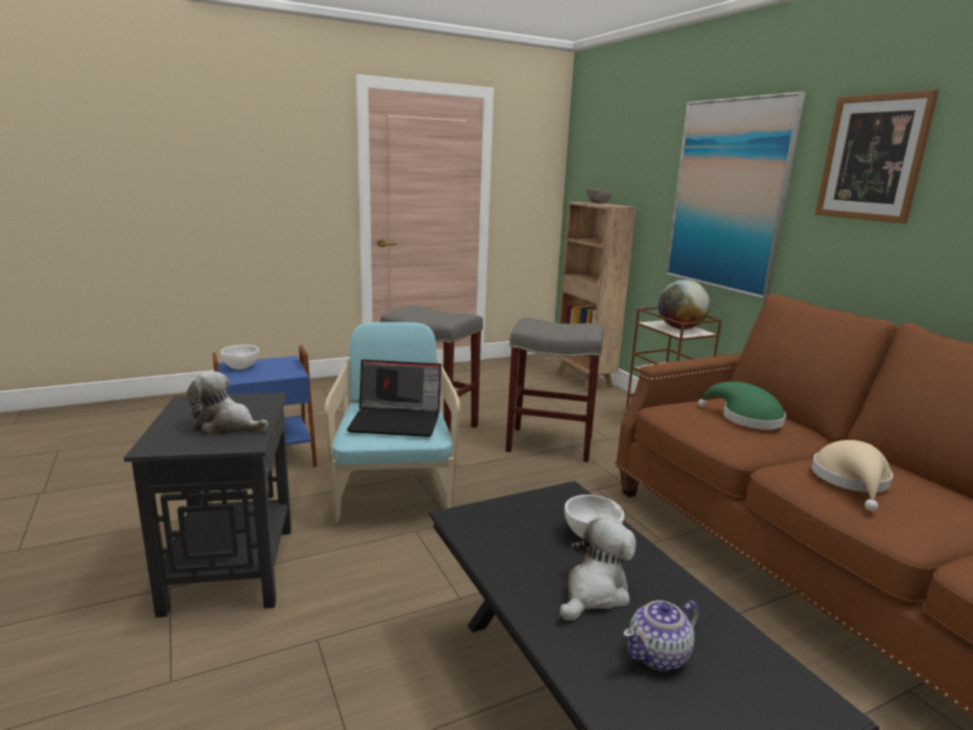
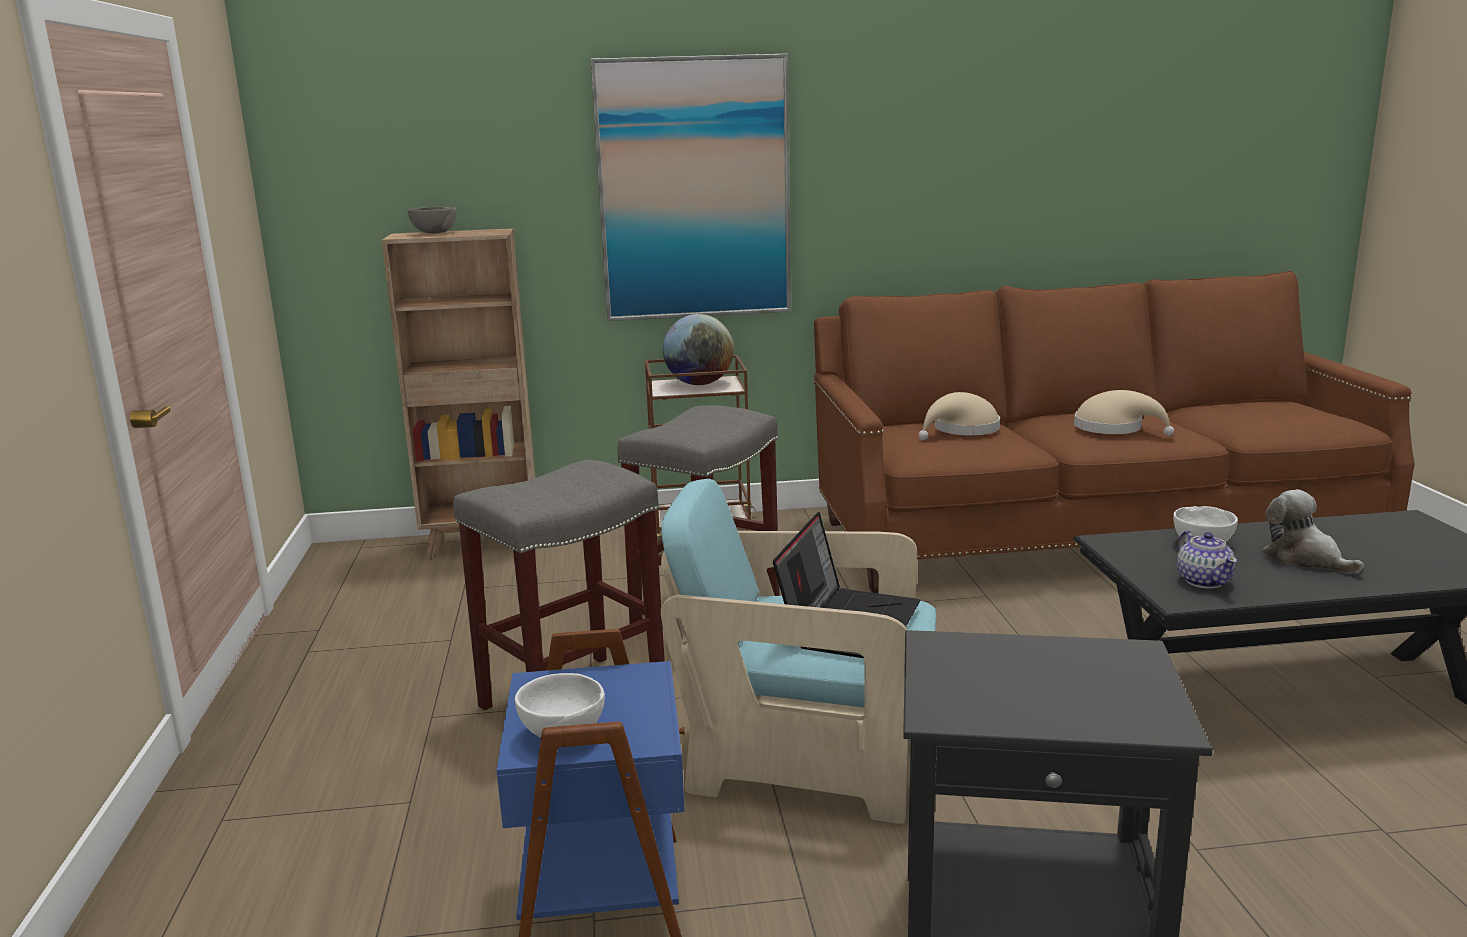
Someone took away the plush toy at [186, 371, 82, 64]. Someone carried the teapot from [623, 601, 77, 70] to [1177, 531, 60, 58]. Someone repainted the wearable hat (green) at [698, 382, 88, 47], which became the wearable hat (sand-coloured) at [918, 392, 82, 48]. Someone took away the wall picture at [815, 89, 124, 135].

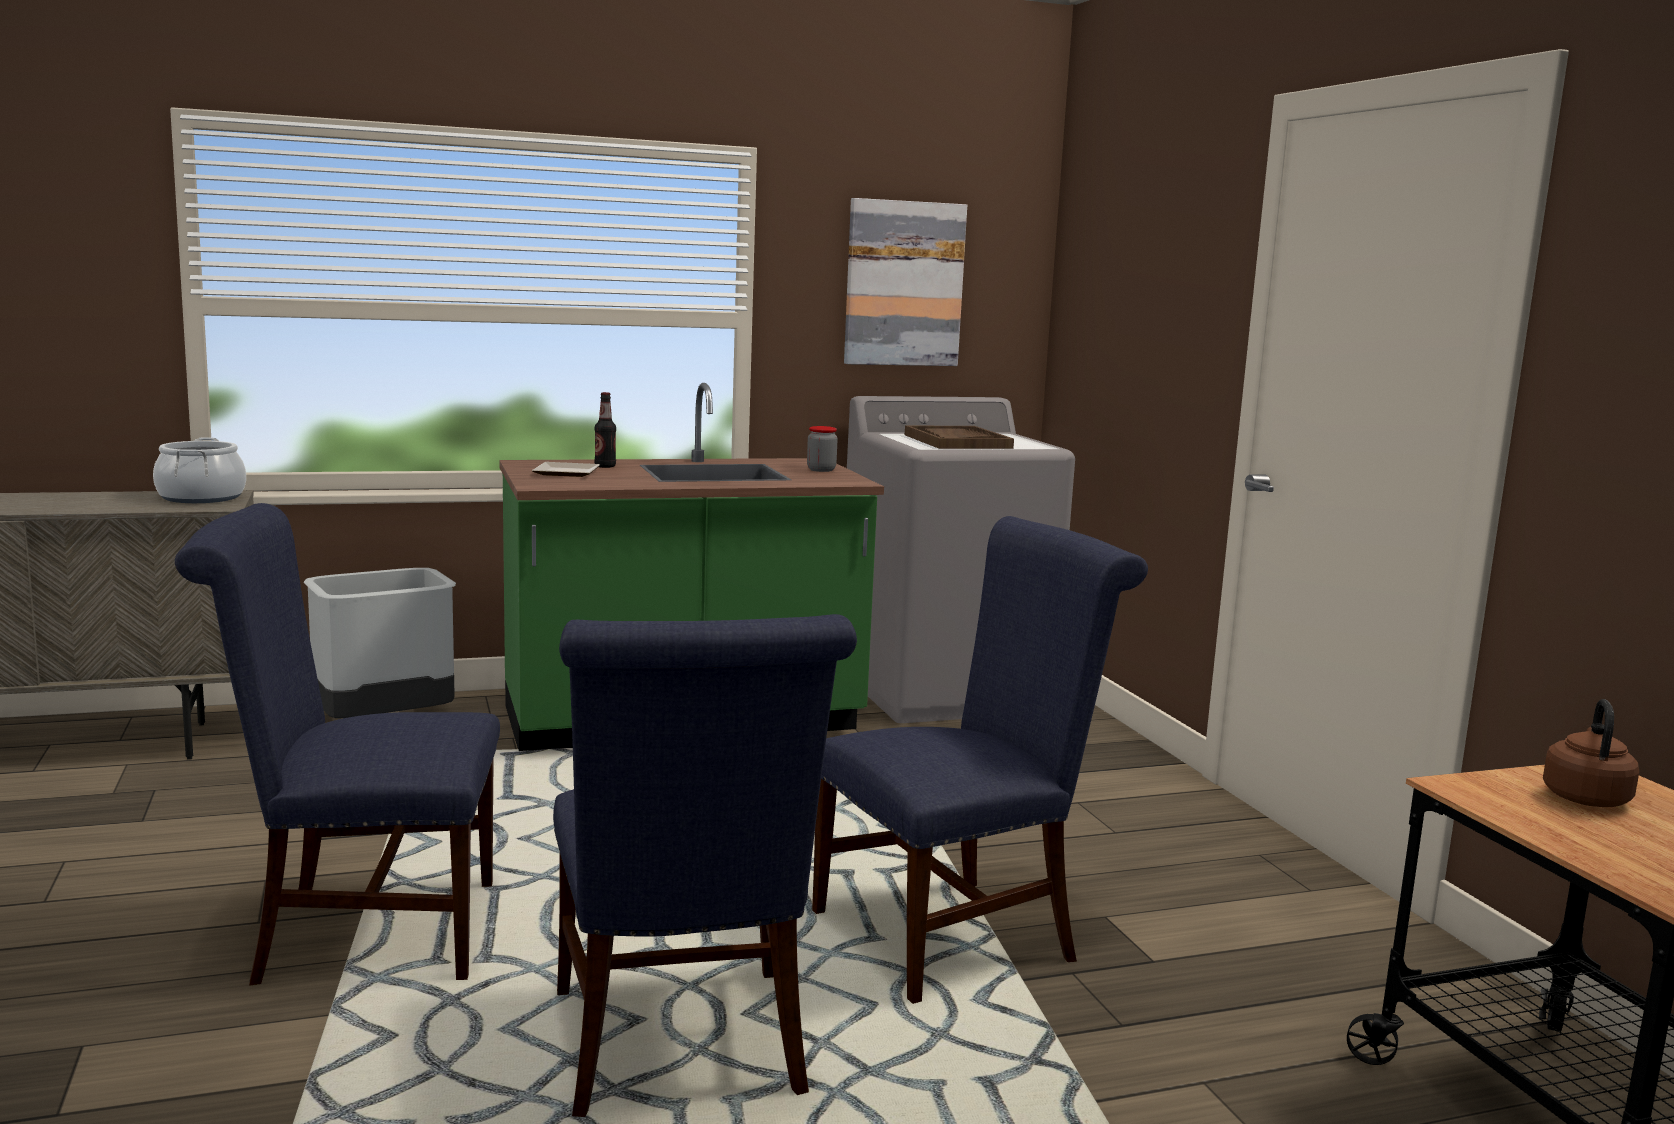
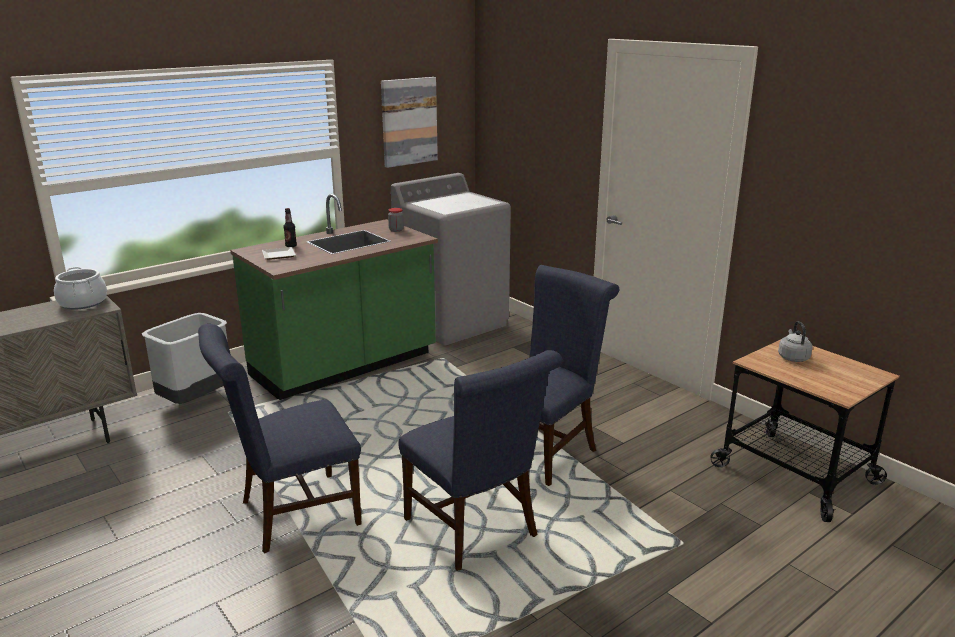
Someone took away the serving tray (brown) at [905, 425, 109, 24]. Someone repainted the kettle (brown) at [1543, 699, 96, 108], which became the kettle (gray) at [778, 321, 35, 41].

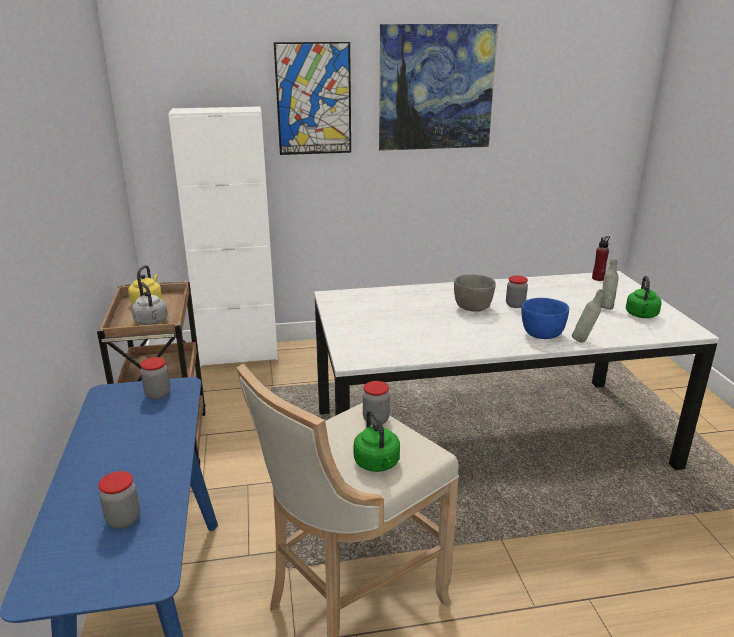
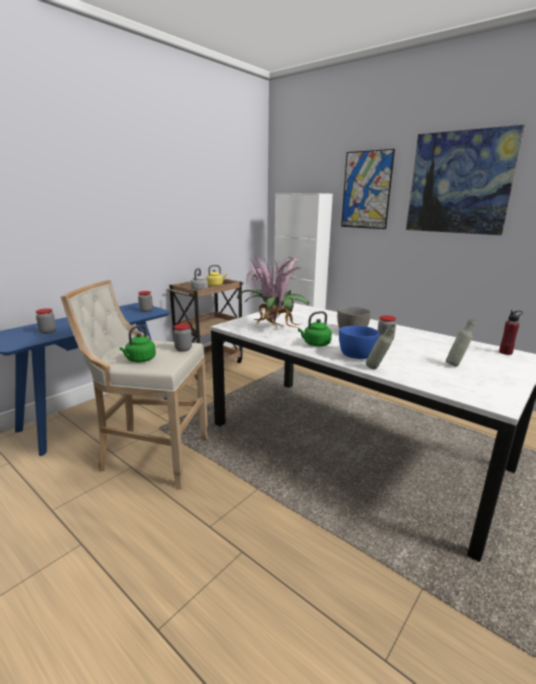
Someone carried the kettle (green) from [626, 276, 36, 42] to [298, 311, 34, 36]. Someone put down the potted plant at [237, 255, 73, 75].

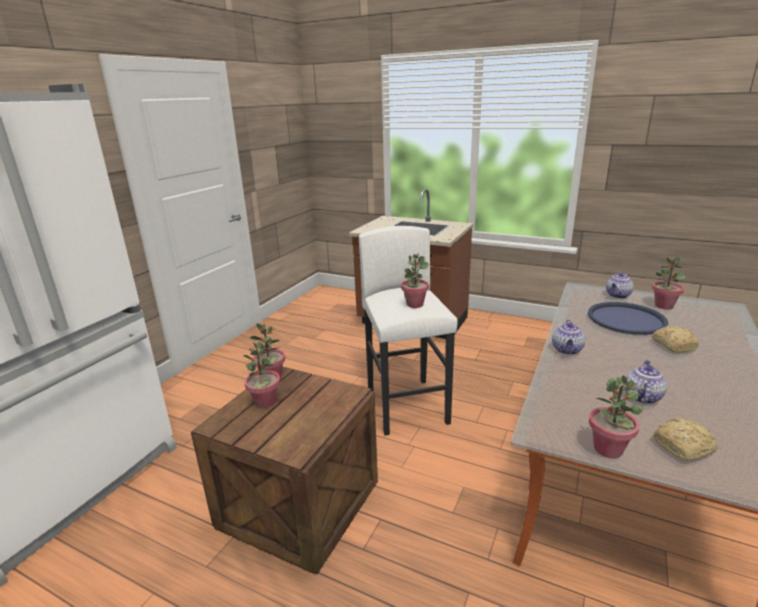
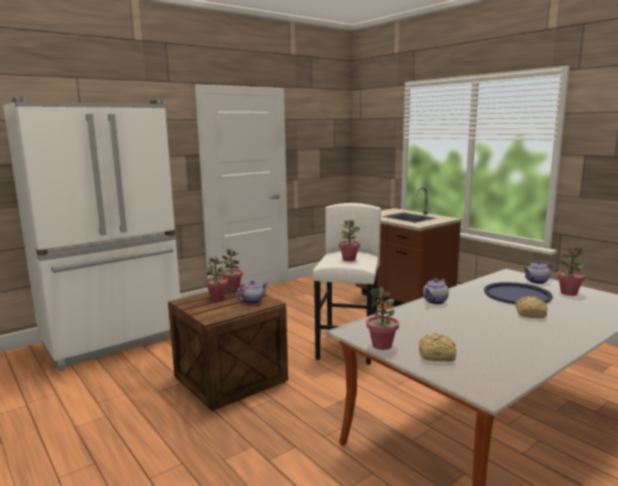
Someone carried the teapot from [625, 360, 42, 44] to [236, 281, 32, 23].

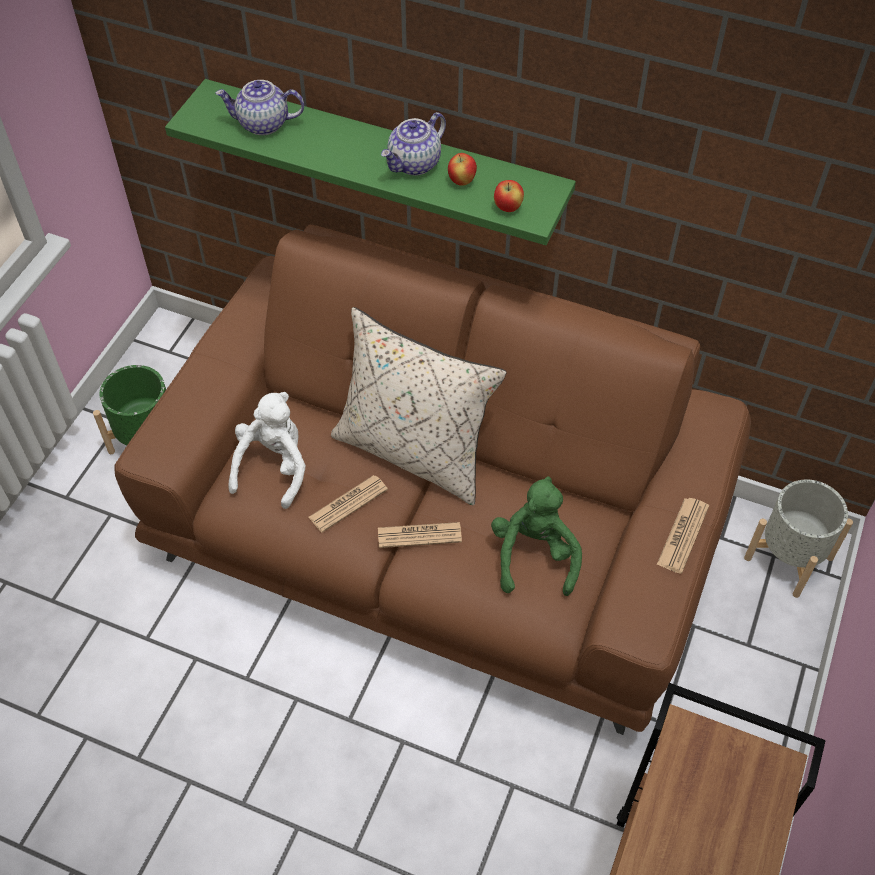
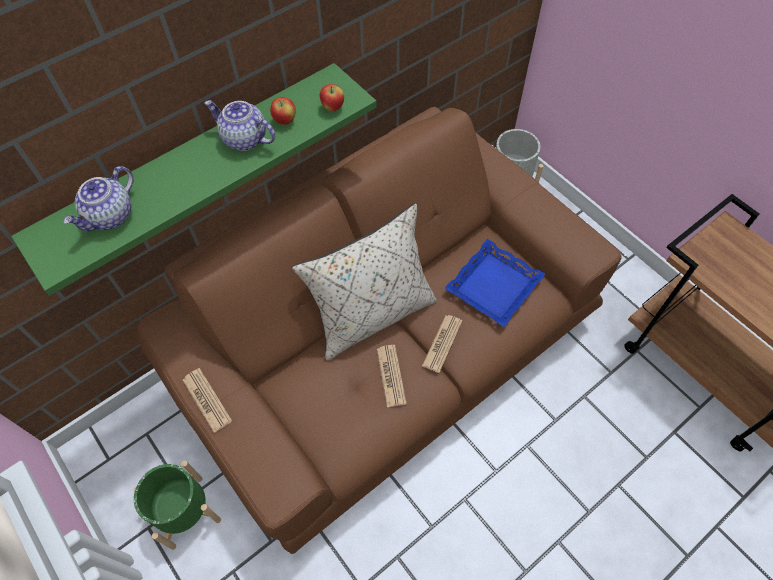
Someone took away the plush toy (white) at [228, 392, 78, 117]. Someone rotated the teapot at [381, 112, 65, 63] by 135 degrees clockwise. Someone swapped the plush toy (green) at [491, 476, 91, 120] for the serving tray (blue) at [445, 239, 101, 88]. Someone carried the printed paper from [657, 498, 52, 76] to [183, 368, 49, 65].

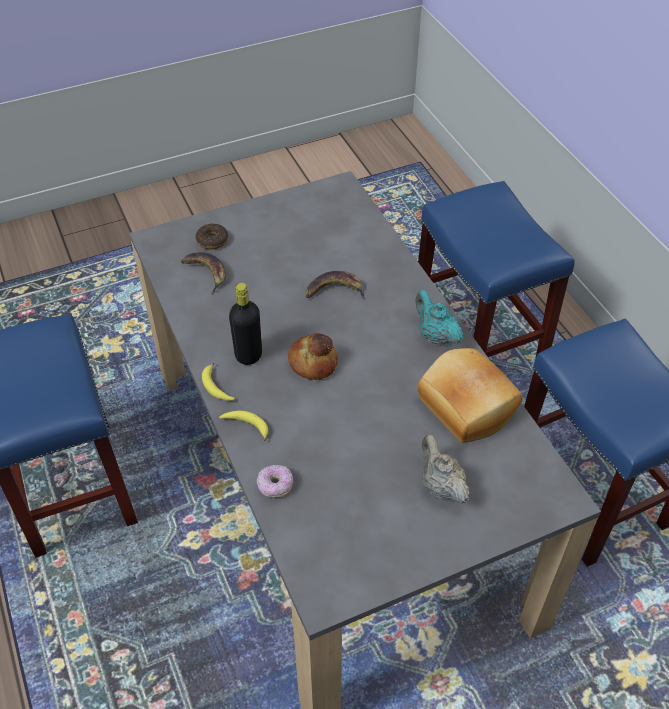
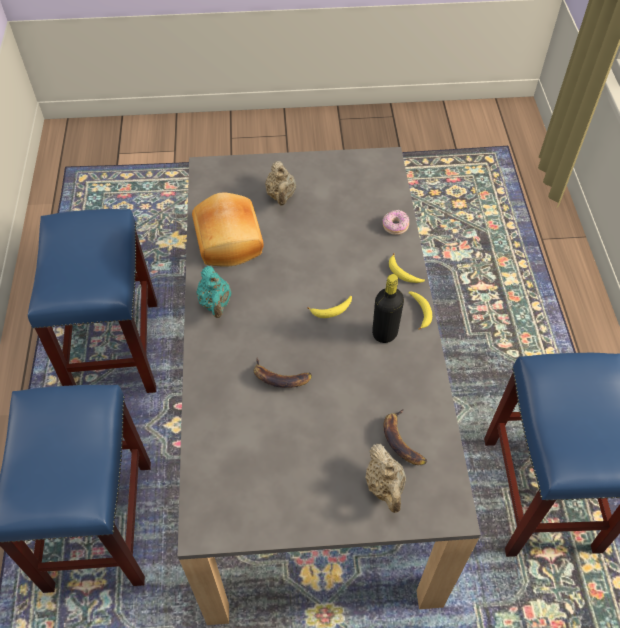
Someone swapped the ring doughnut at [196, 224, 32, 26] for the teapot (sand-coloured) at [365, 443, 41, 70]. Someone swapped the bread at [288, 333, 50, 47] for the banana at [307, 296, 45, 22].

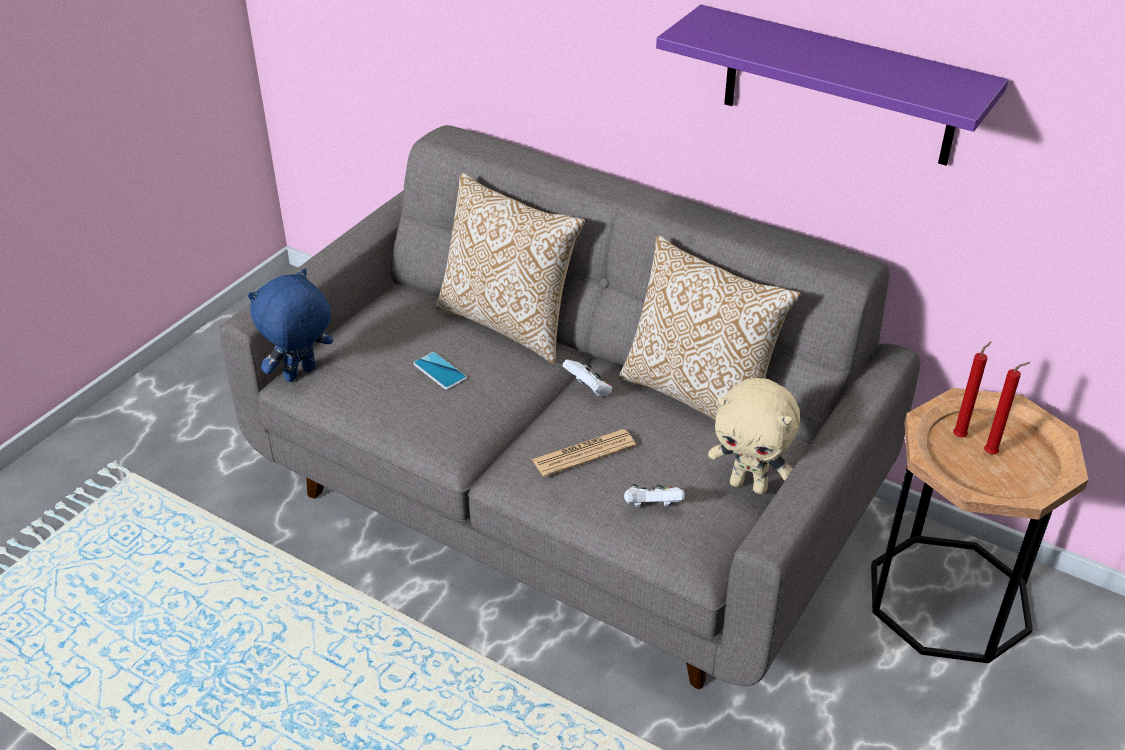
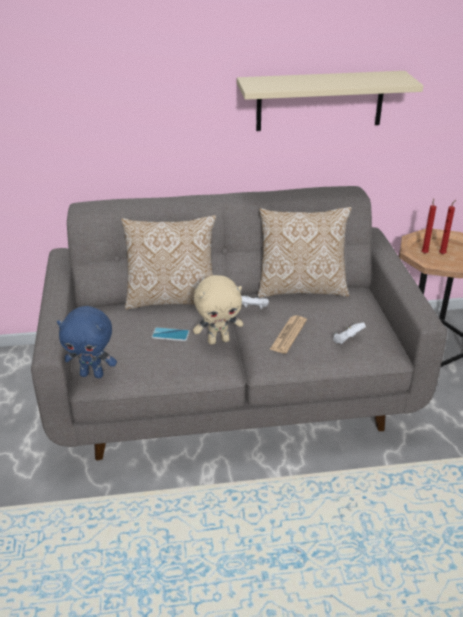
Someone rotated the plush toy (blue) at [248, 268, 85, 114] by 90 degrees counterclockwise. Someone repainted the bracket shelf (purple-coloured) at [656, 5, 352, 160], which became the bracket shelf (sand-coloured) at [237, 71, 186, 60]. Someone carried the plush toy (sand-coloured) from [708, 378, 92, 116] to [193, 275, 50, 70].

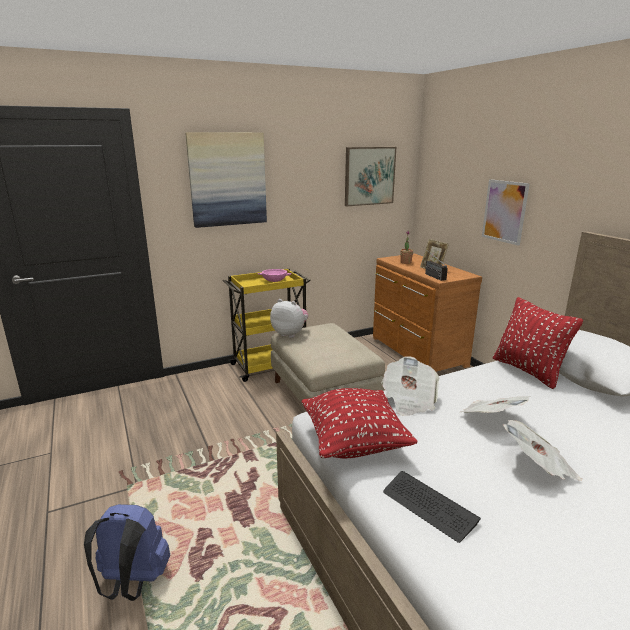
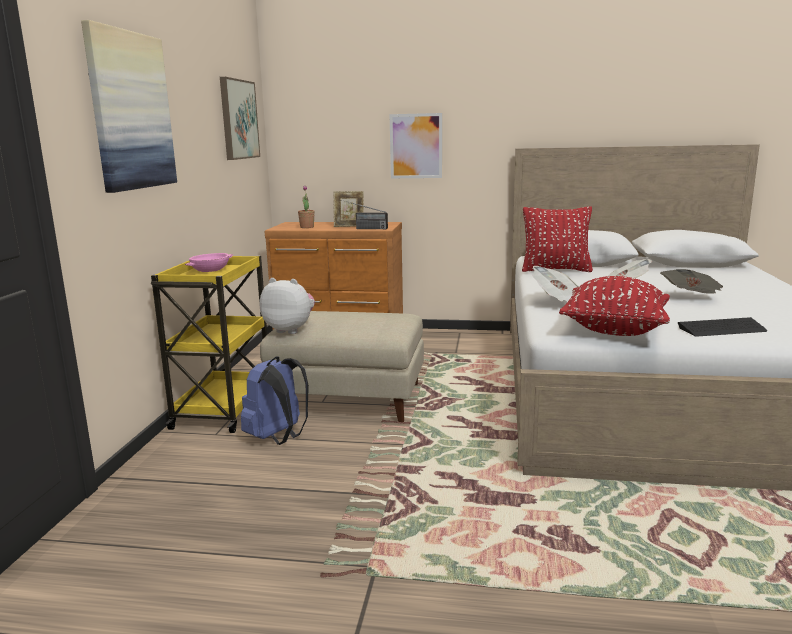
Someone carried the backpack (blue) from [84, 504, 86, 97] to [241, 356, 68, 89]. Someone rotated the plush toy at [270, 299, 38, 39] by 45 degrees clockwise.

